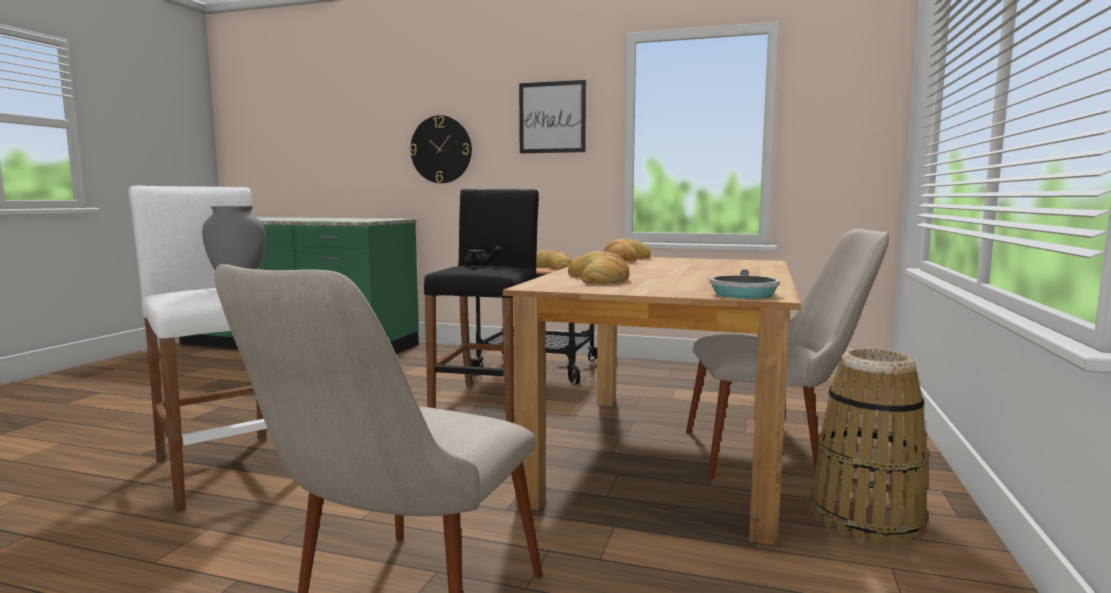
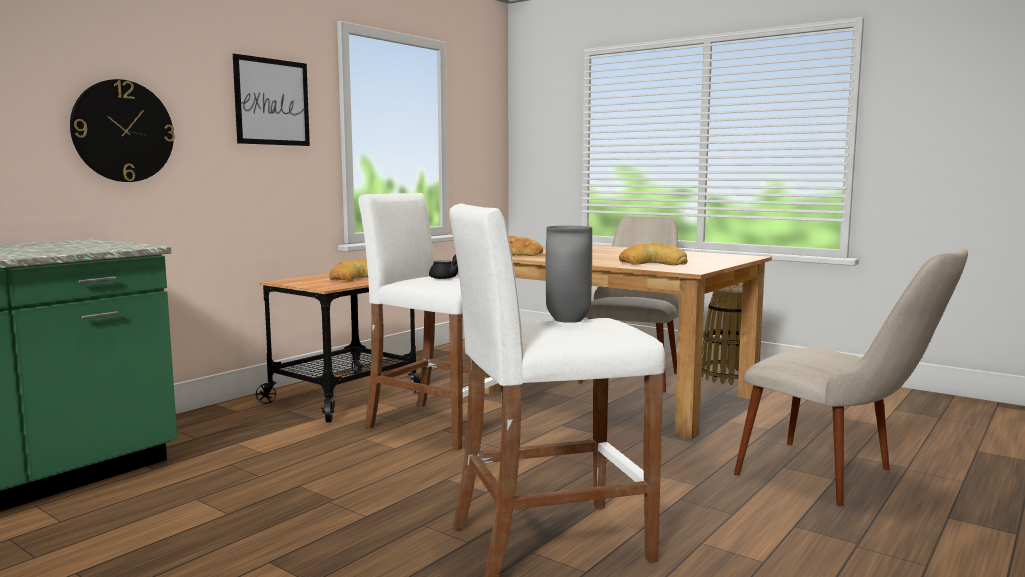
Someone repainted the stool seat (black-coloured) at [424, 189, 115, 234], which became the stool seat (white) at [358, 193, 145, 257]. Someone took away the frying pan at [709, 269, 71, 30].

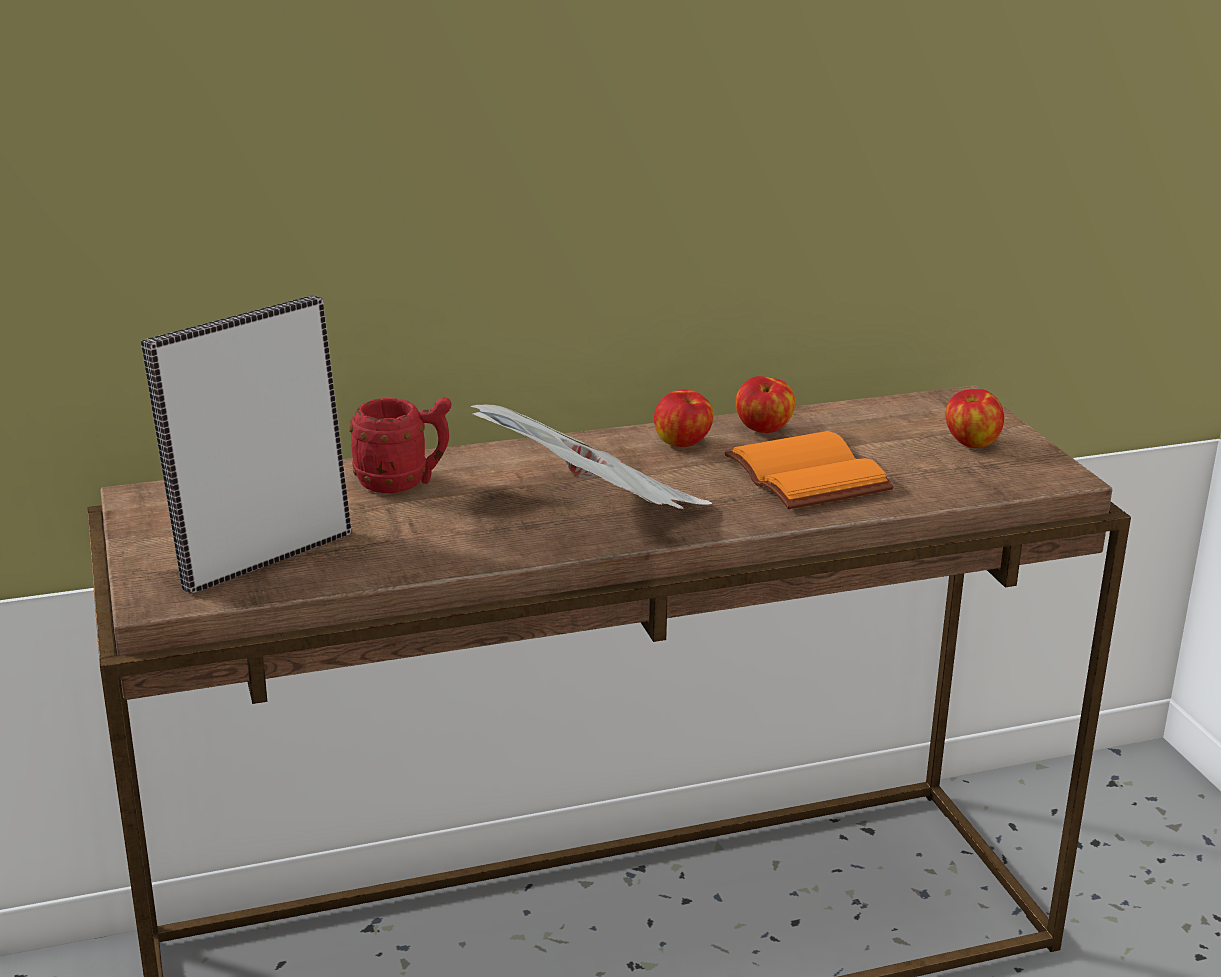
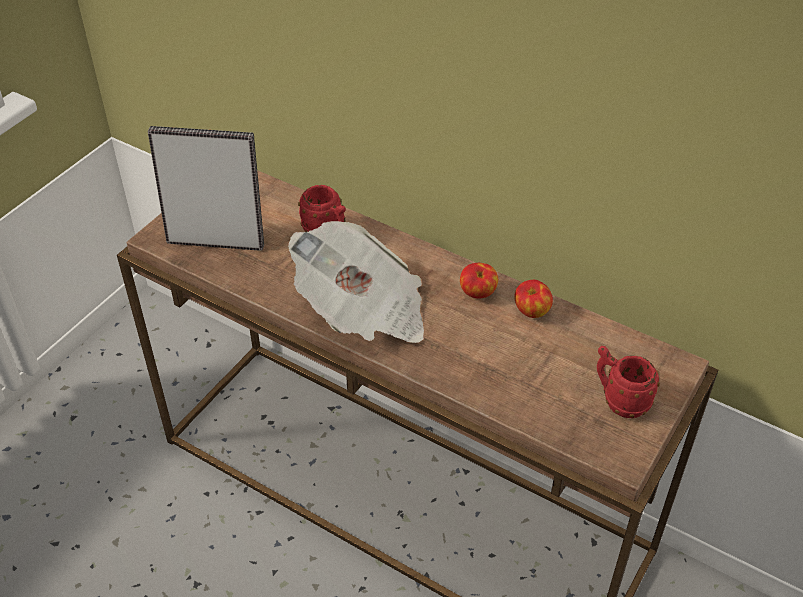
Someone took away the book (orangey) at [725, 431, 169, 78]. Someone swapped the apple at [945, 389, 59, 59] for the tea mug (red) at [597, 346, 63, 72].

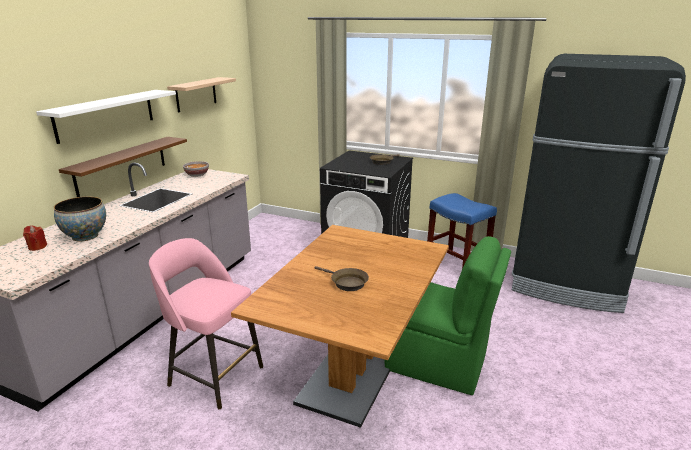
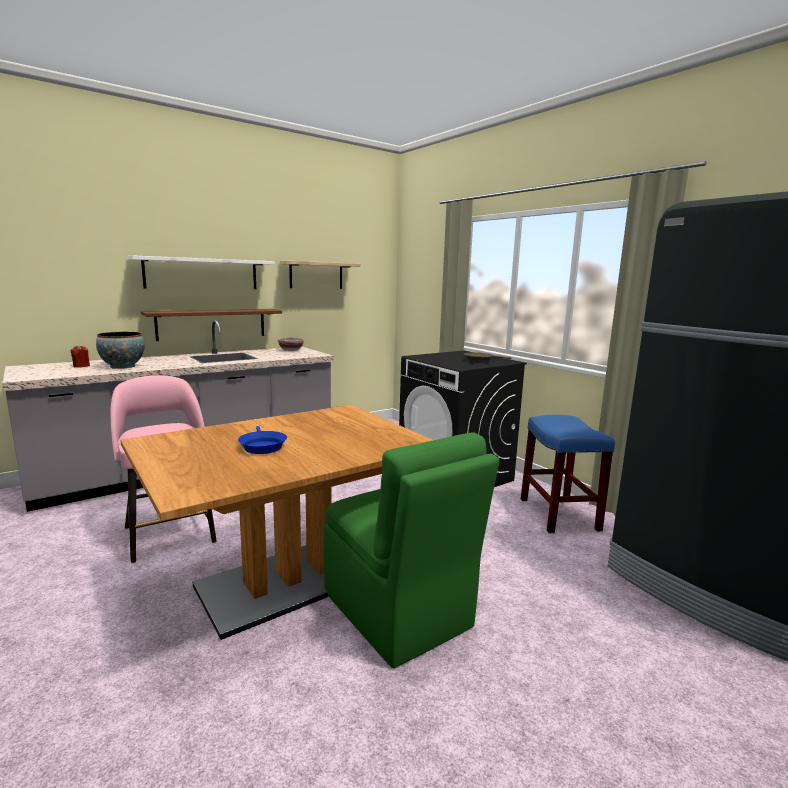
Someone repainted the frying pan (brown) at [315, 266, 54, 25], which became the frying pan (blue) at [238, 426, 49, 28].

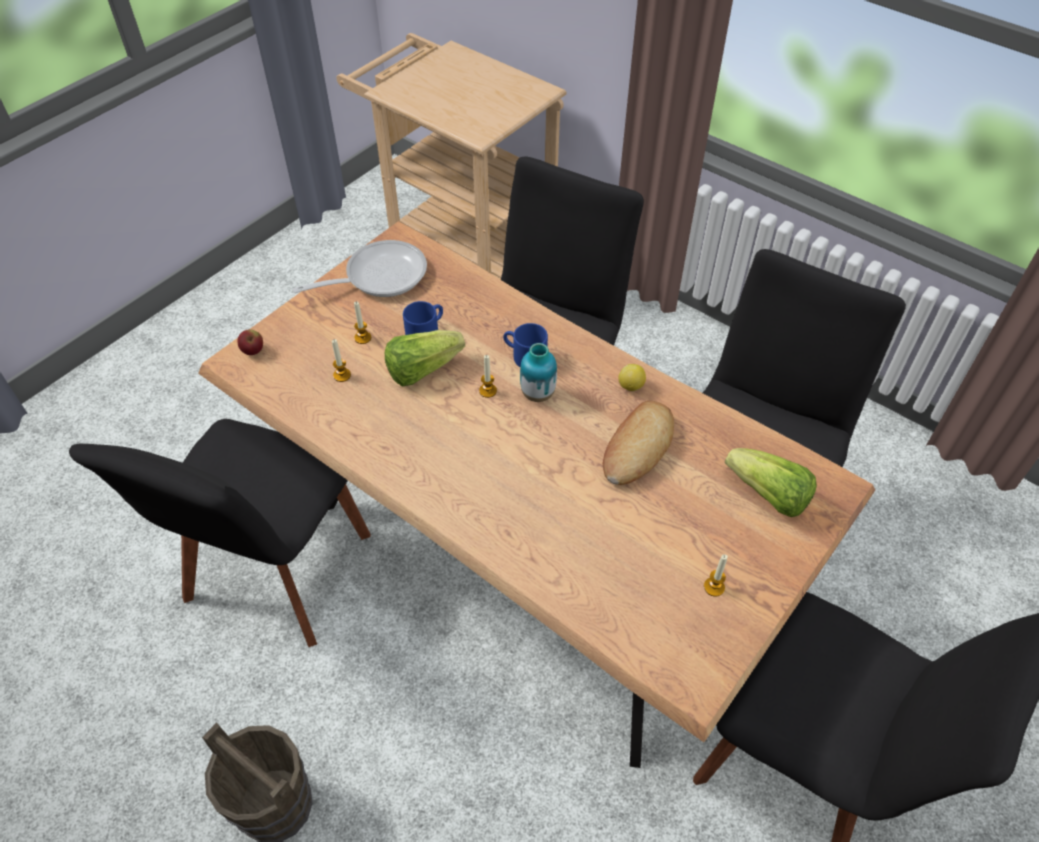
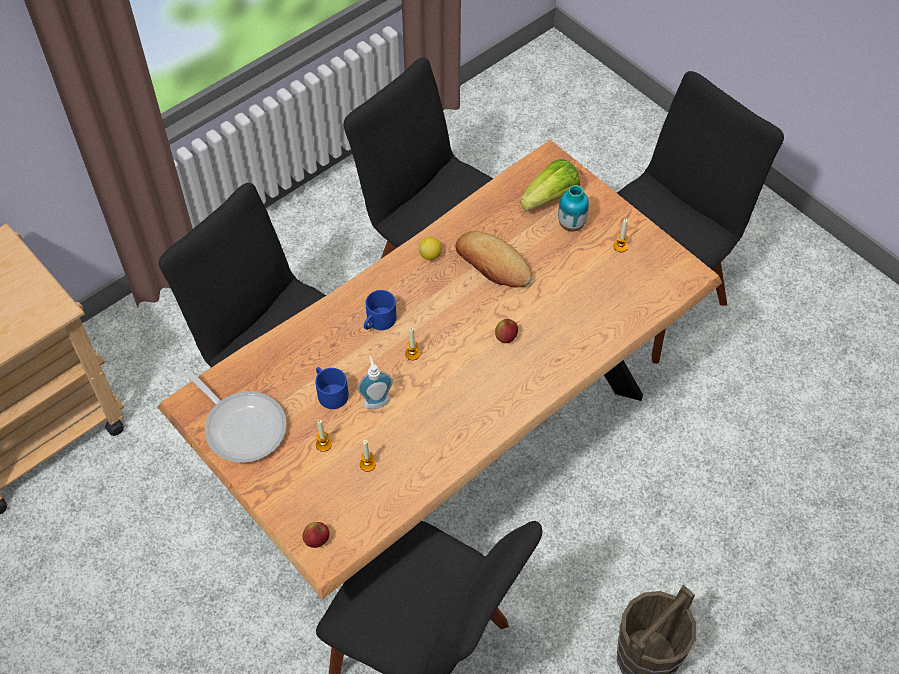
Someone rotated the frying pan at [293, 240, 134, 57] by 150 degrees clockwise. Someone swapped the lettuce head at [385, 330, 80, 57] for the soap bottle at [358, 356, 35, 53]. Someone carried the decorative vase from [520, 343, 37, 59] to [558, 185, 31, 47]. Someone put down the apple at [495, 319, 23, 24].

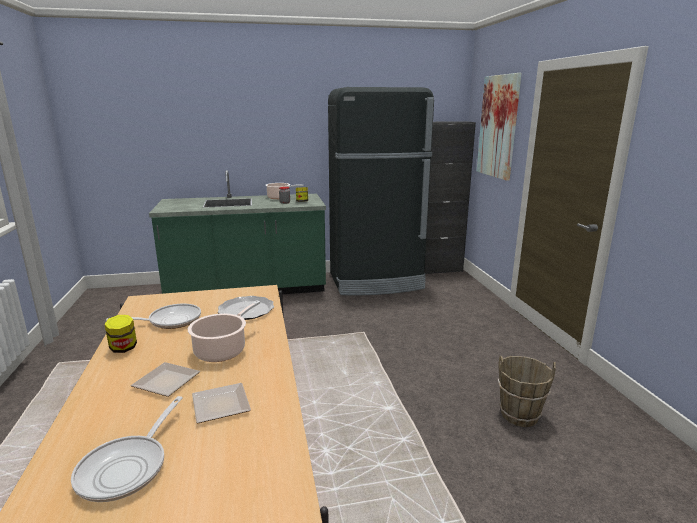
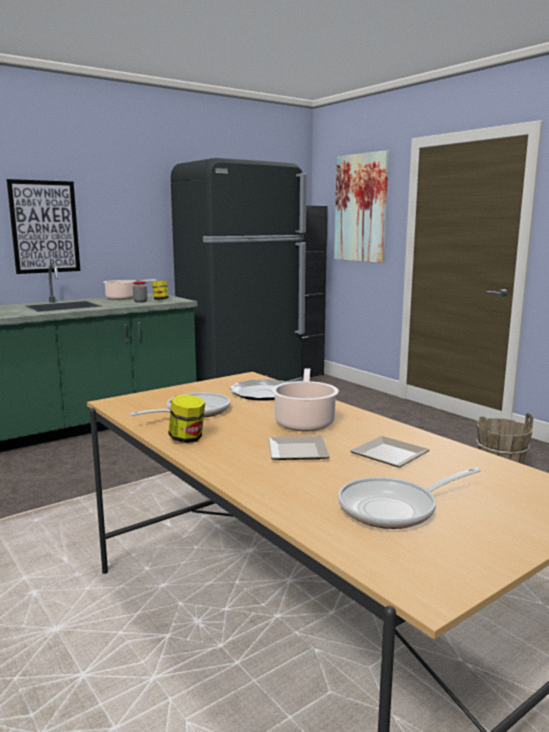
Someone rotated the frying pan at [71, 396, 112, 106] by 75 degrees clockwise. Someone put up the wall picture at [7, 179, 73, 95].

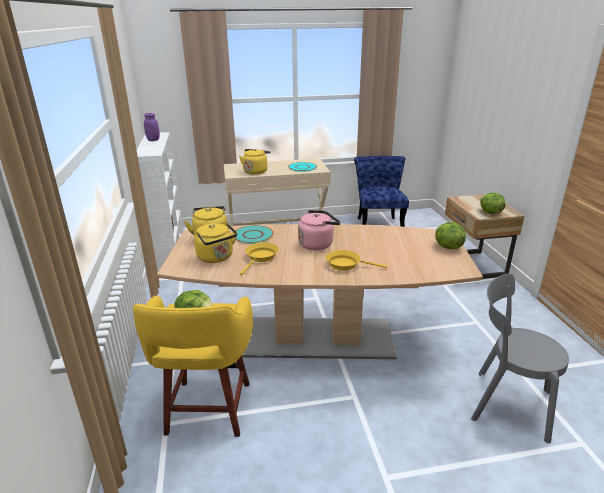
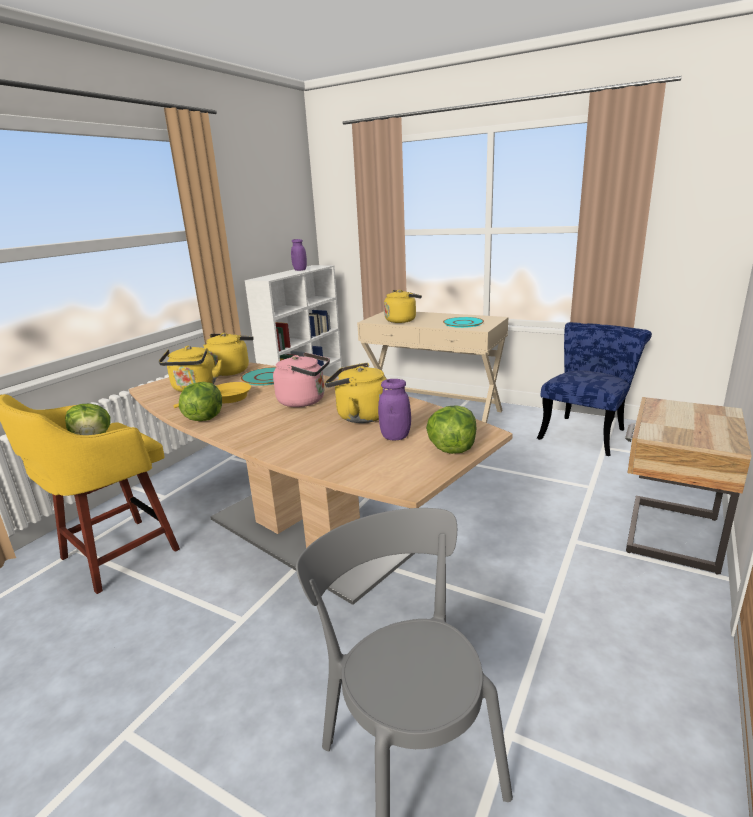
Someone took away the frying pan (yellow) at [326, 250, 61, 21]. Someone carried the lettuce head from [480, 193, 26, 21] to [179, 382, 43, 39]. Someone put down the kettle (yellow) at [325, 363, 62, 60]. Someone put down the preserve jar (purple-coloured) at [378, 379, 33, 61].

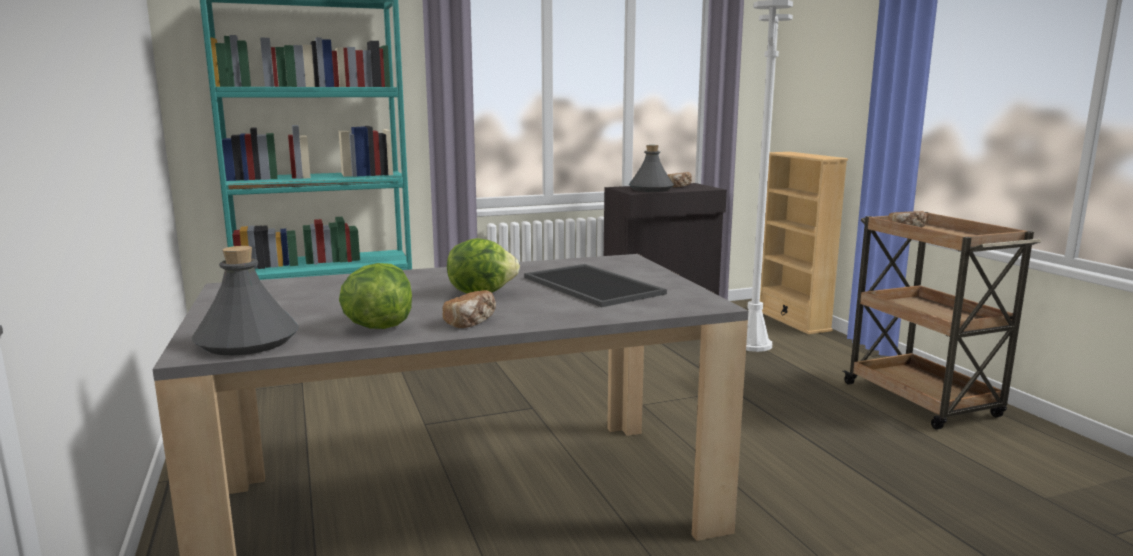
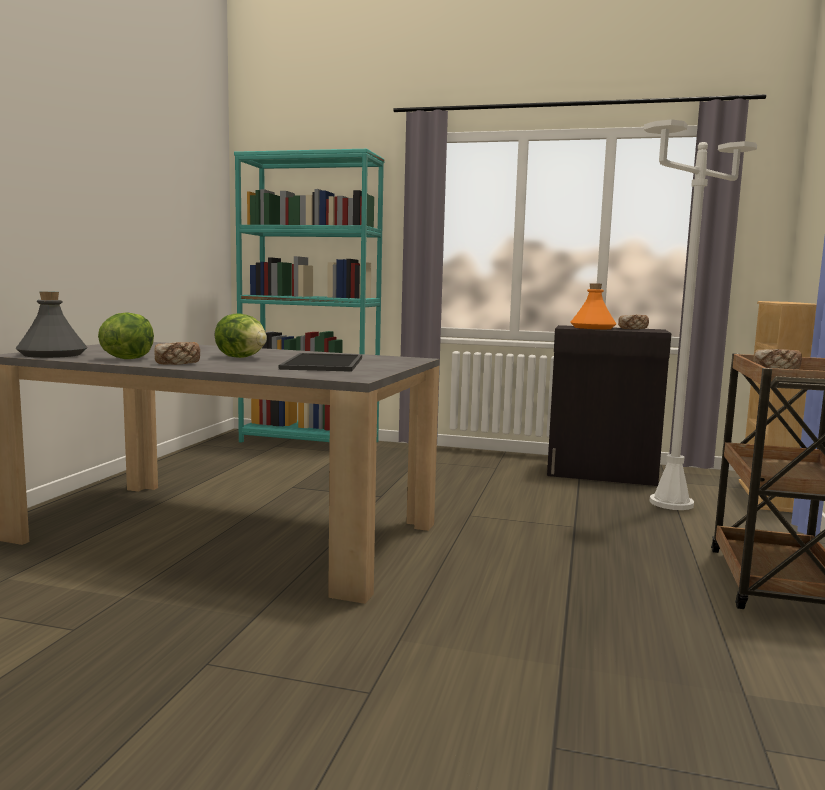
Someone repainted the beverage bottle (gray) at [629, 145, 45, 47], which became the beverage bottle (orangey) at [570, 283, 46, 46].

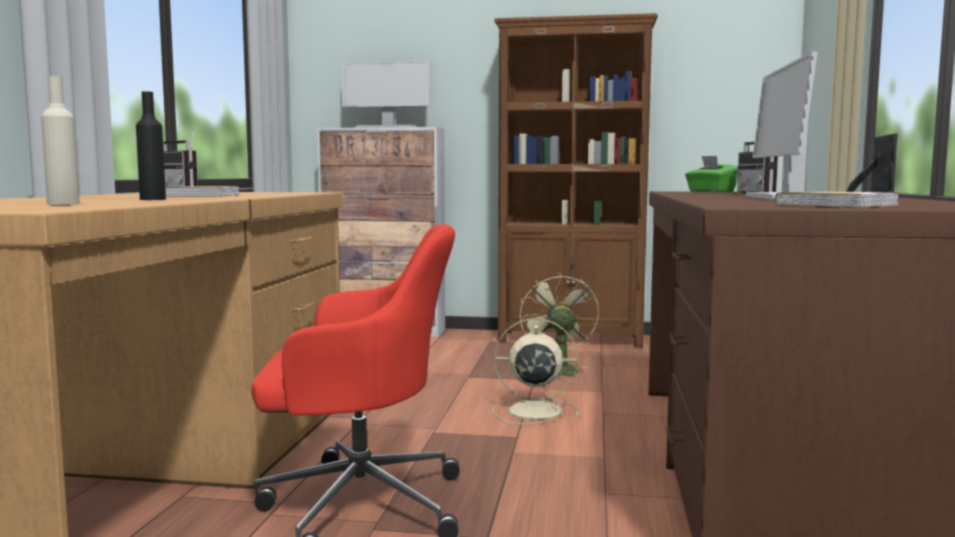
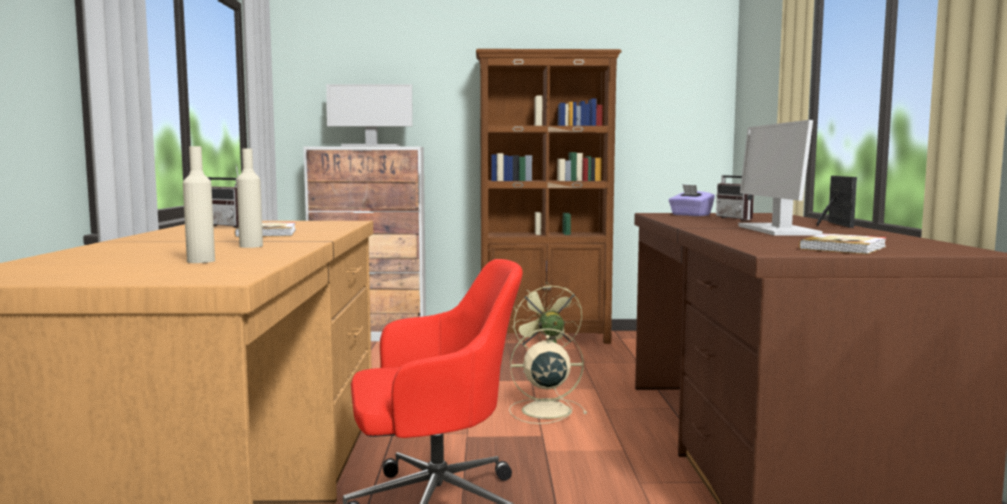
Someone repainted the beverage bottle (black-coloured) at [136, 91, 30, 109], which became the beverage bottle (sand-coloured) at [237, 148, 26, 100]. Someone repainted the box of tissues (green) at [685, 156, 53, 36], which became the box of tissues (purple-coloured) at [669, 184, 46, 32].

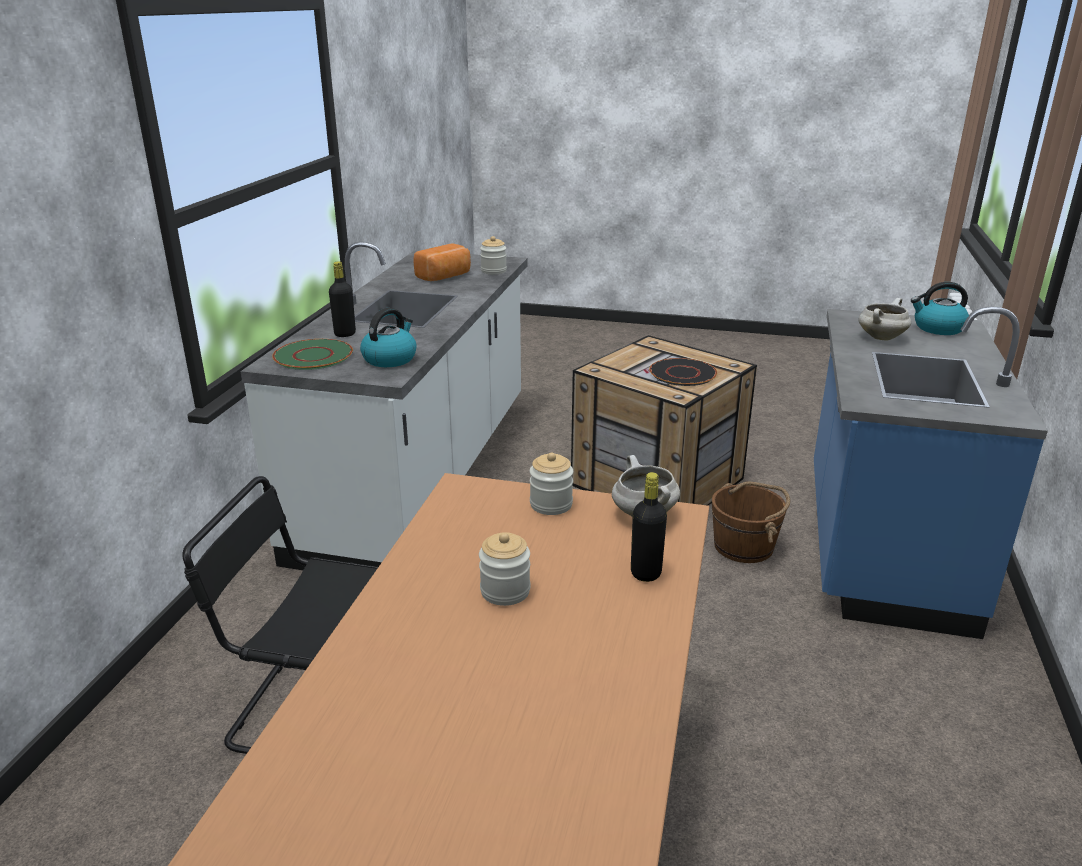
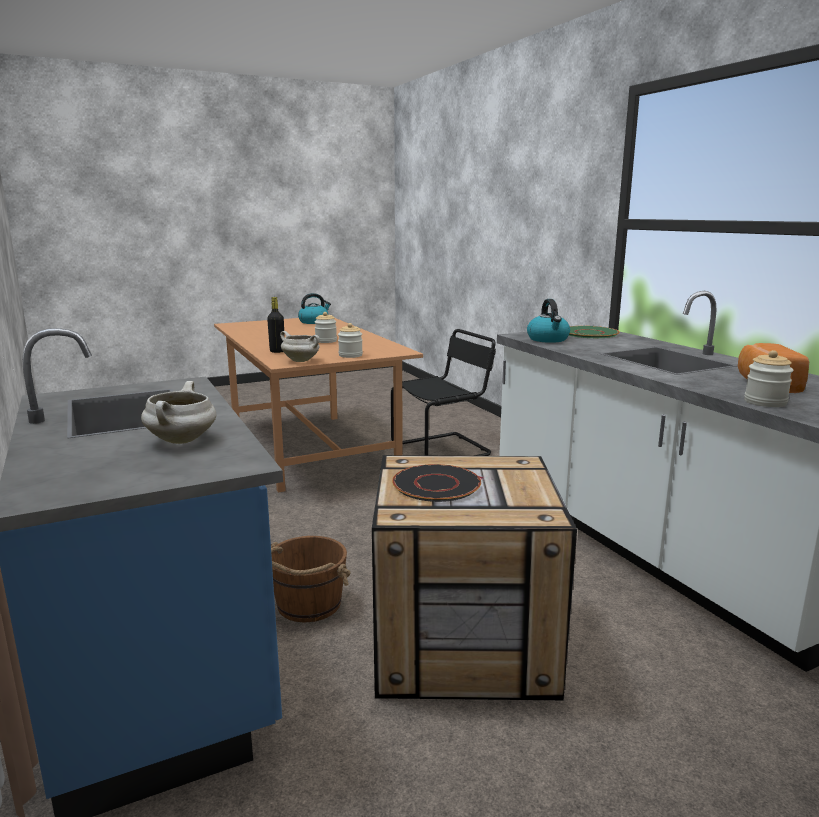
Someone took away the beverage bottle (black-coloured) at [329, 261, 27, 76]. Someone carried the kettle from [911, 282, 58, 53] to [298, 293, 33, 31].

